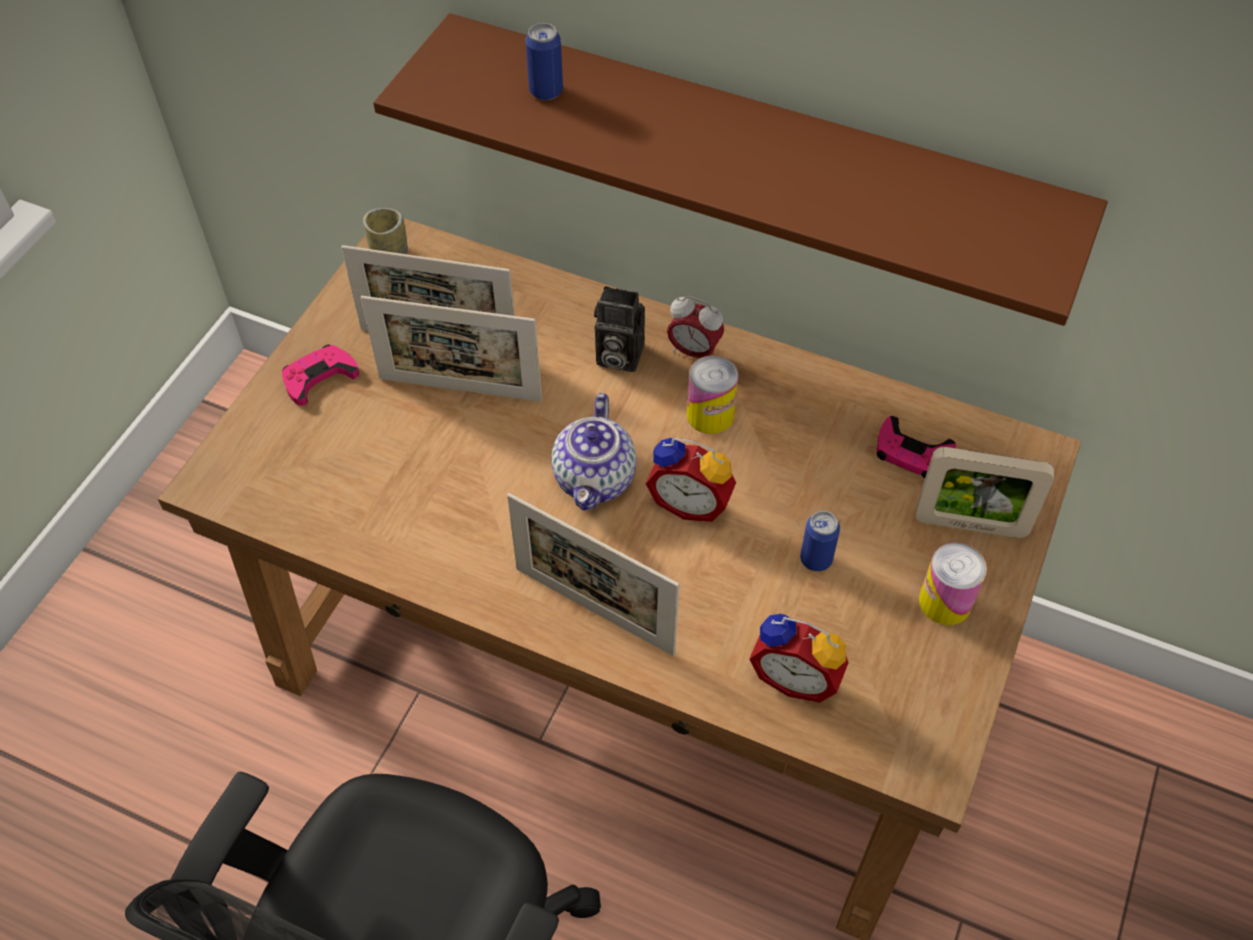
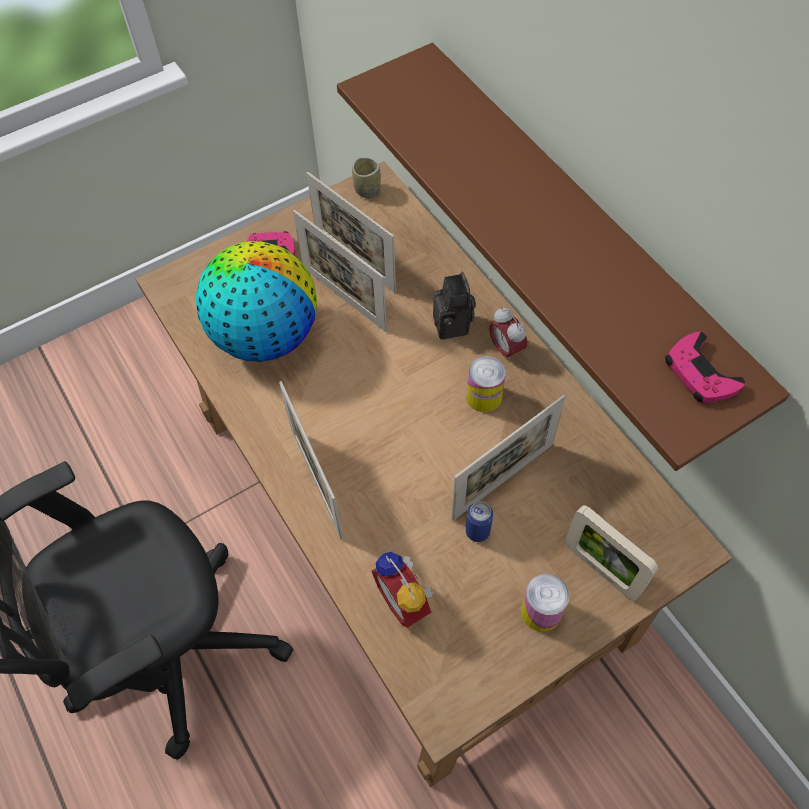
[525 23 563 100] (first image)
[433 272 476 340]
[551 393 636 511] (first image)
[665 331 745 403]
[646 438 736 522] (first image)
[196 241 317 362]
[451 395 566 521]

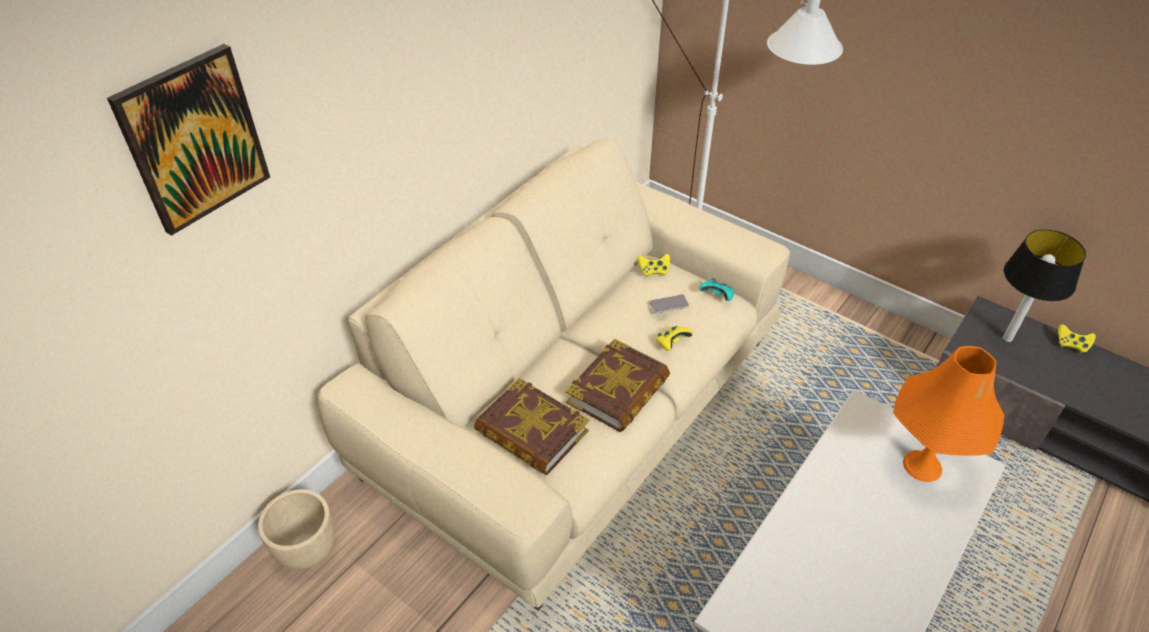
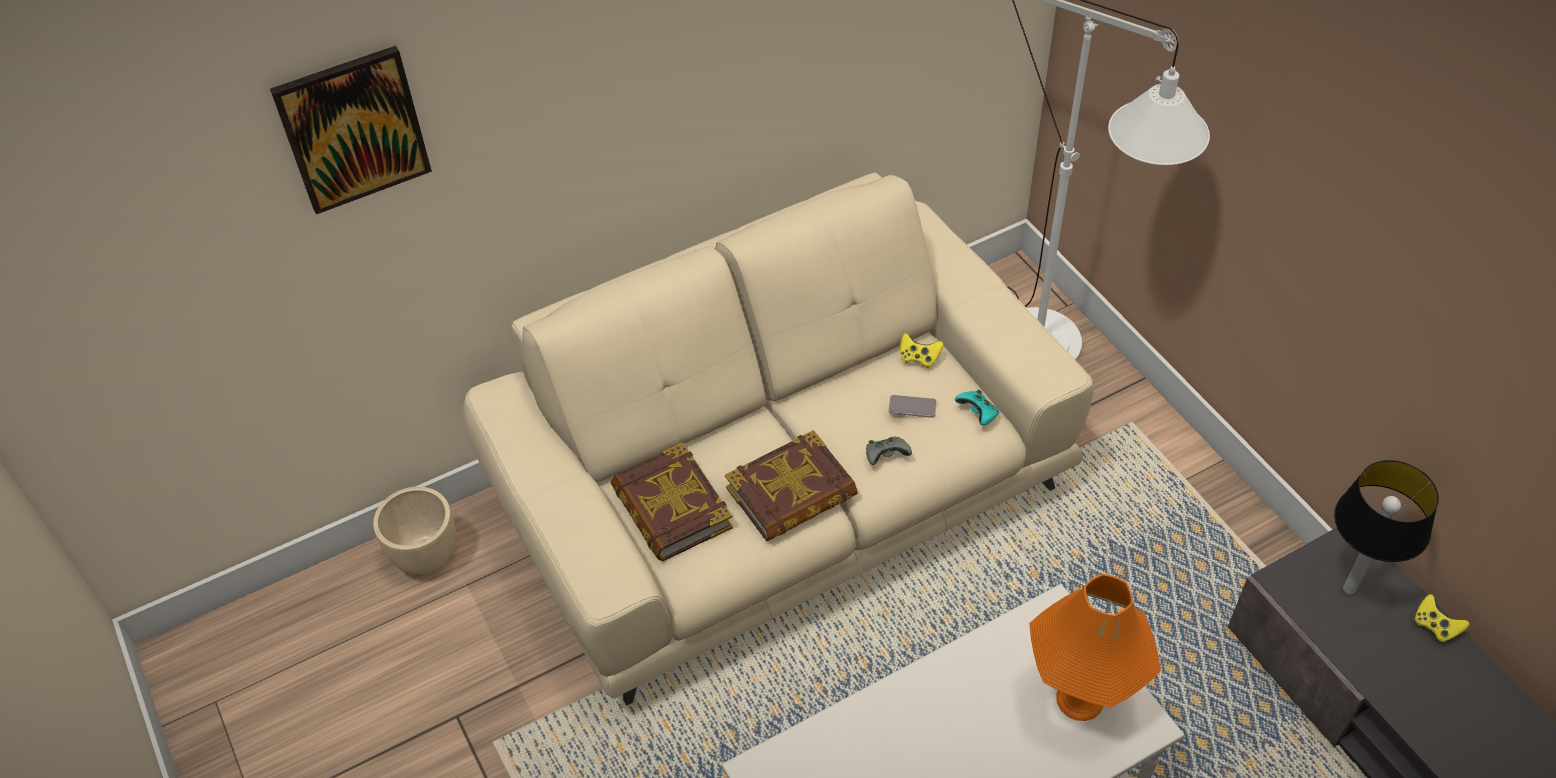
[866 436 912 465]

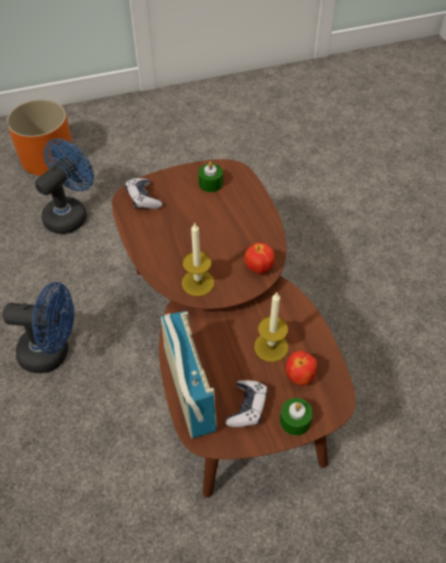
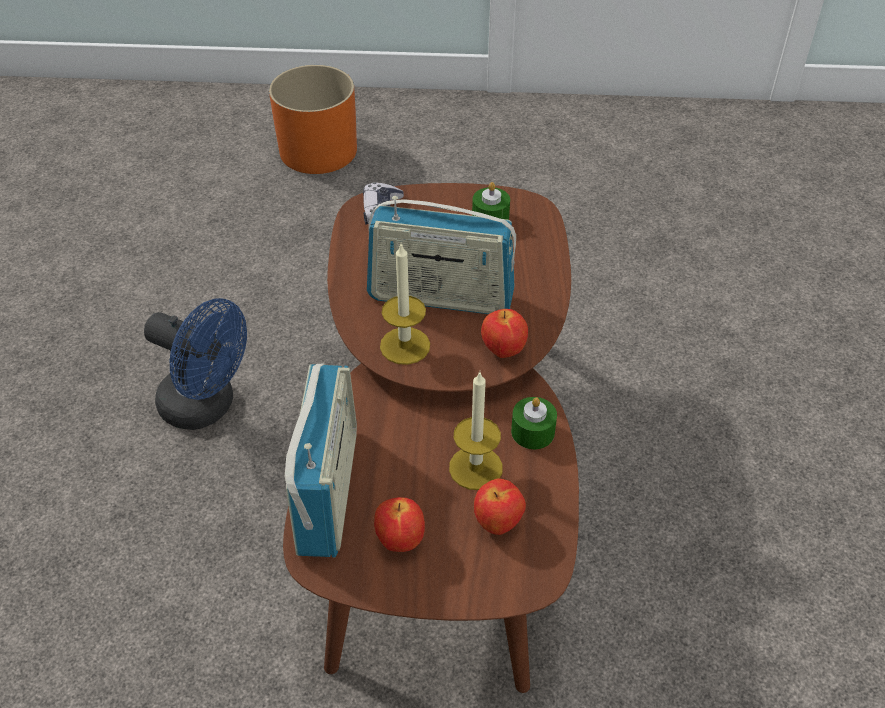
[35 139 94 234] (first image)
[374 497 425 552]
[511 397 557 449]
[367 196 516 314]

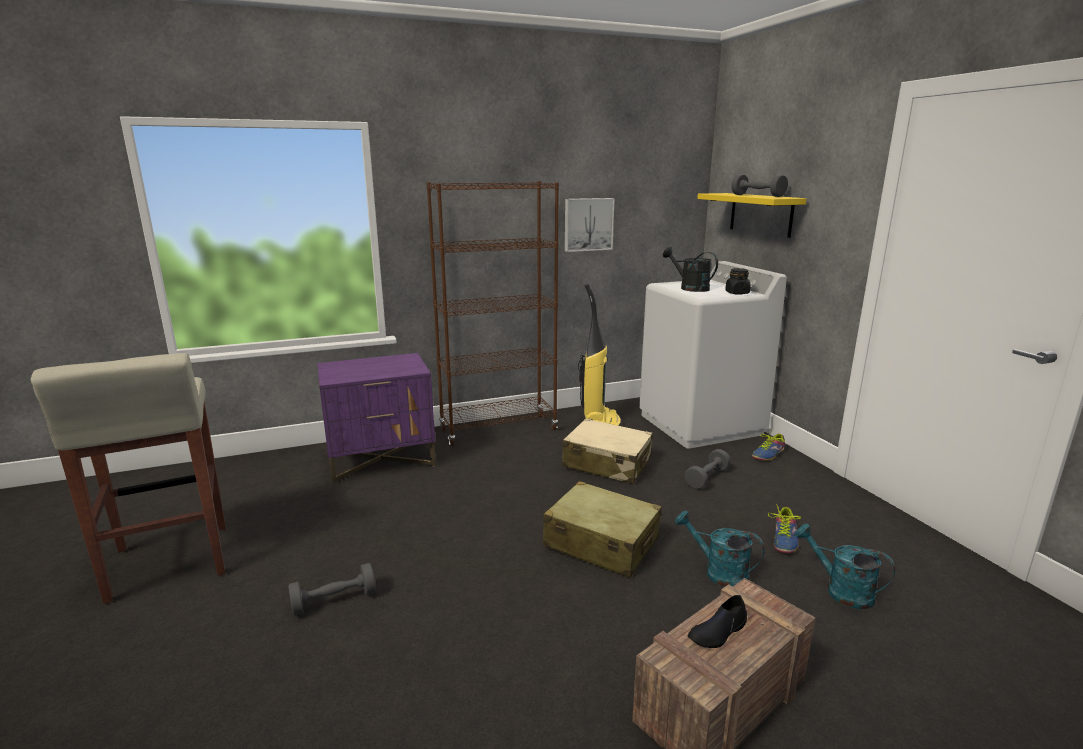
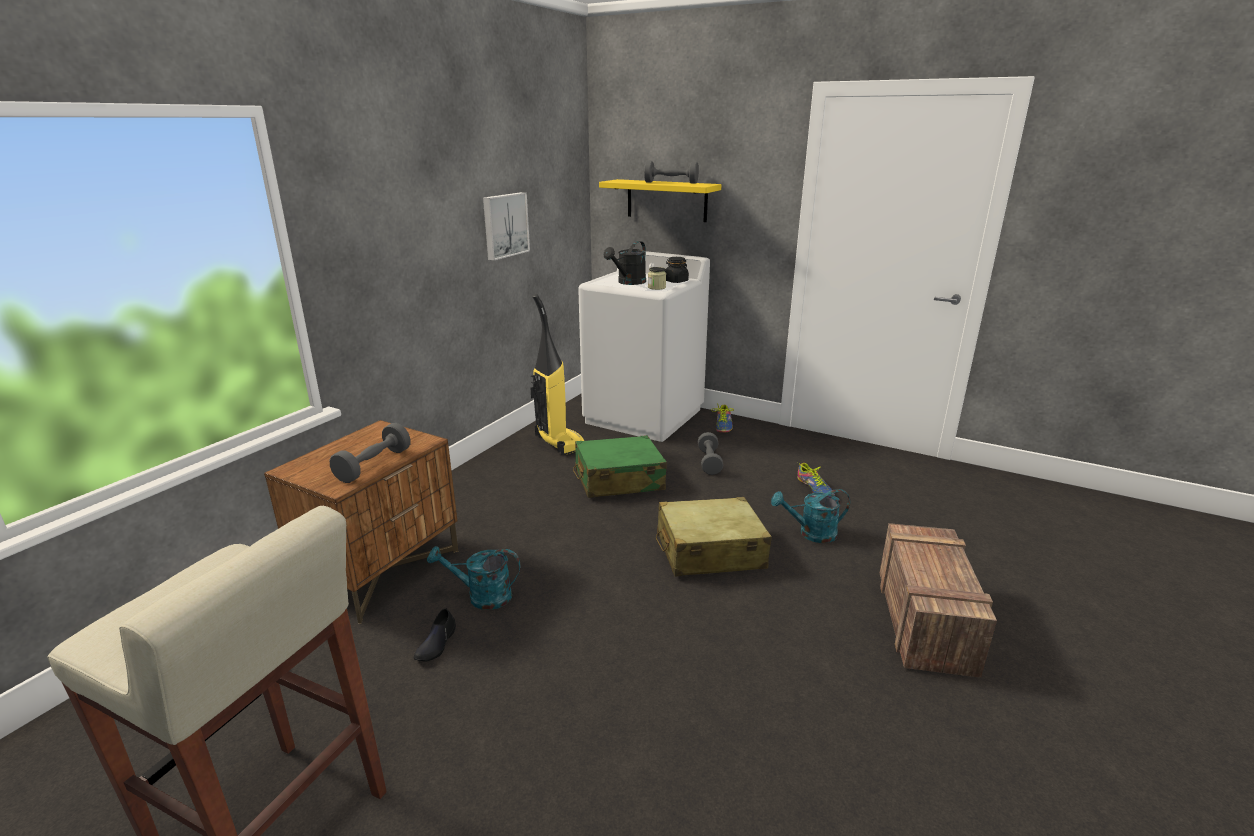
[426 181 559 446] (first image)
[604 241 646 285]
[264 420 458 624]
[573 435 667 498]
[427 546 521 610]
[330 423 411 483]
[414 608 456 661]
[648 267 666 290]

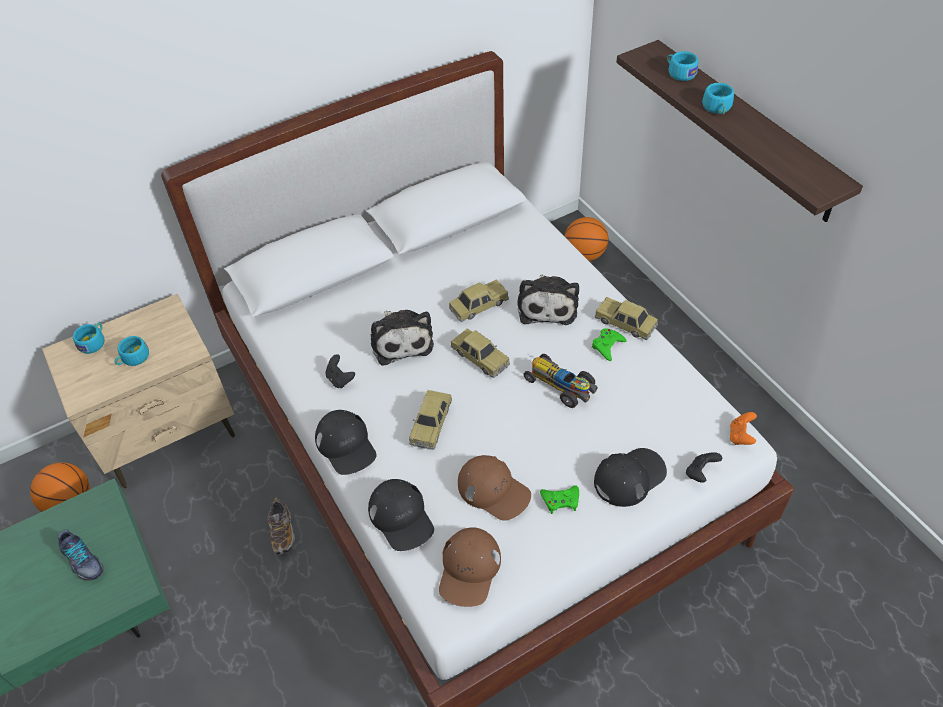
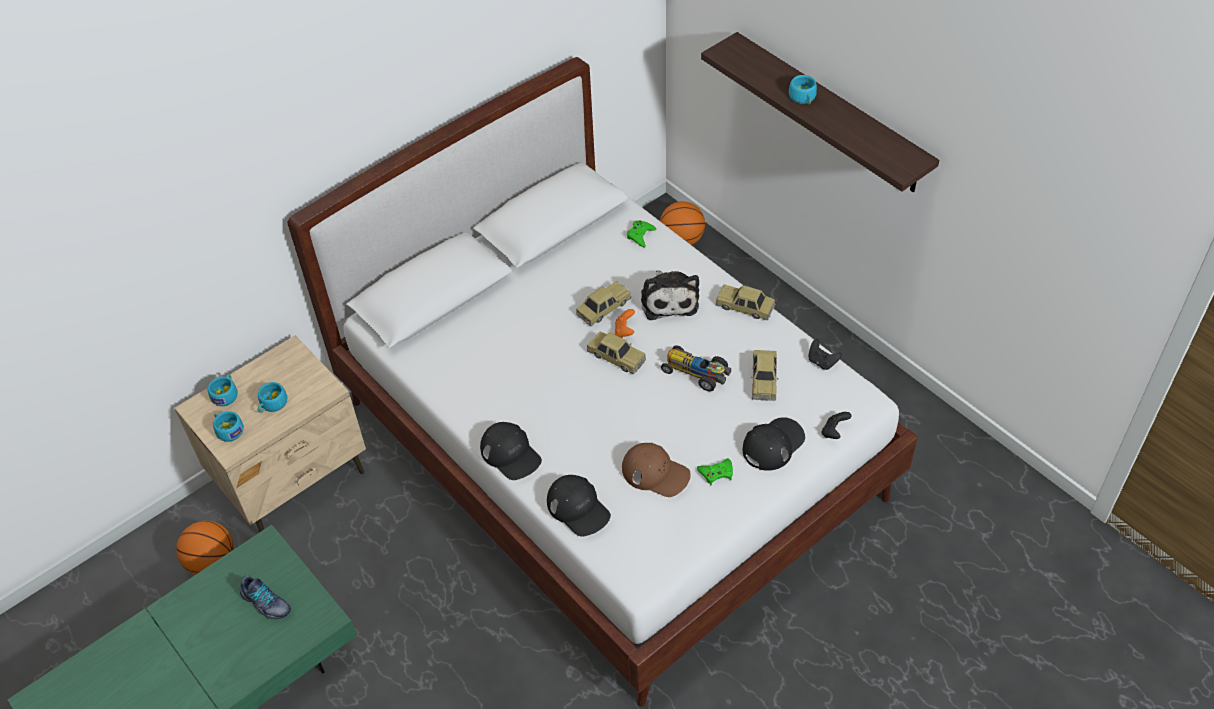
[213 411 244 442]
[371 310 434 366] (first image)
[627 221 656 248]
[808 339 842 370]
[751 350 779 401]
[615 309 635 338]
[267 498 295 554] (first image)
[439 527 501 607] (first image)

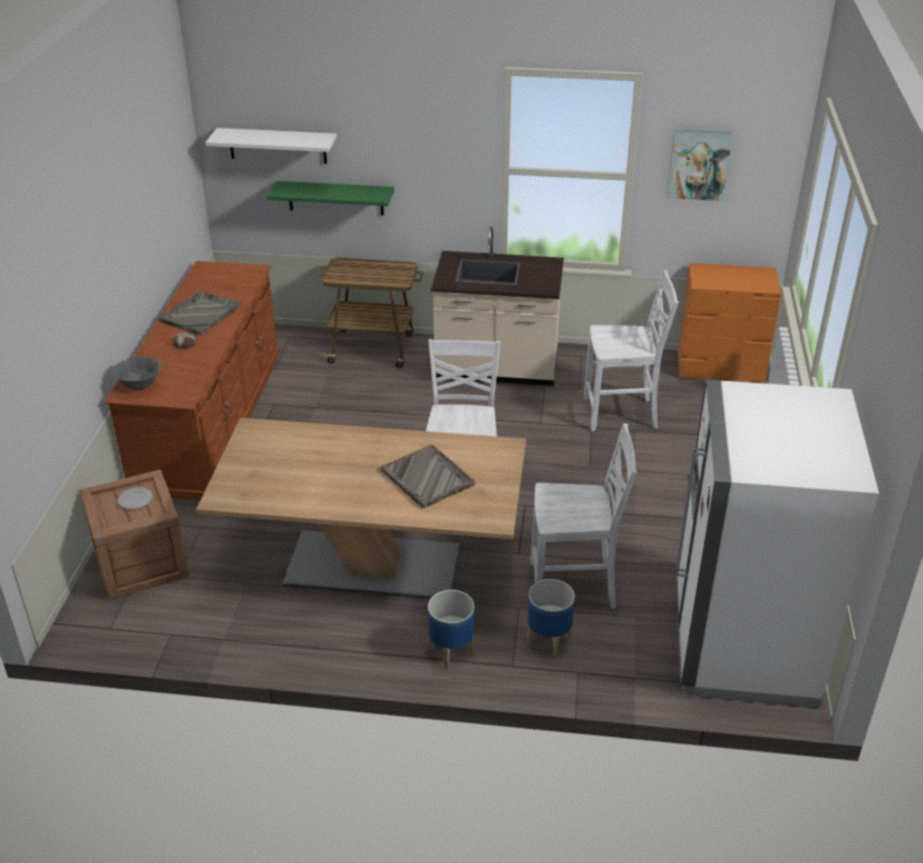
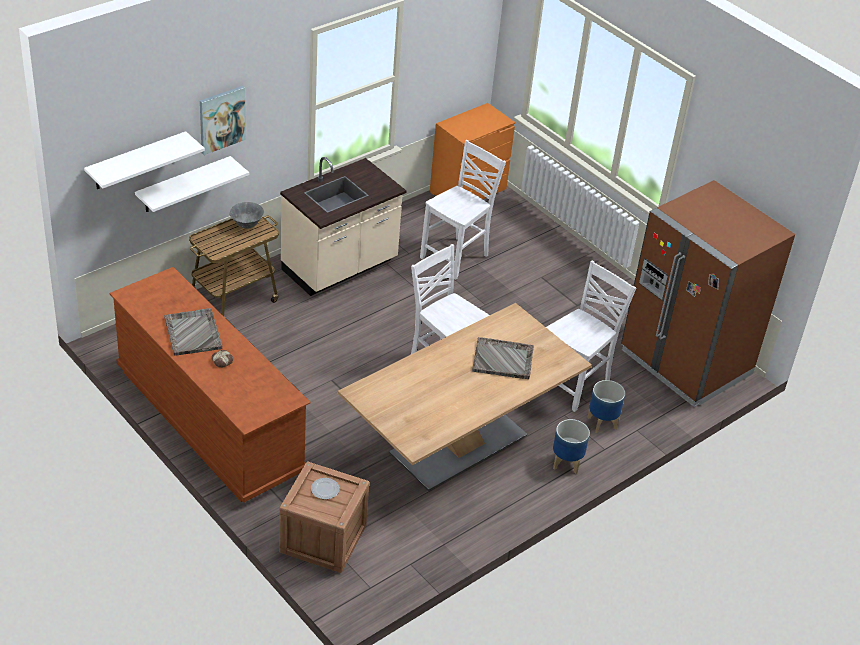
[200 86 246 155]
[135 156 249 212]
[229 202 264 229]
[621 180 795 407]

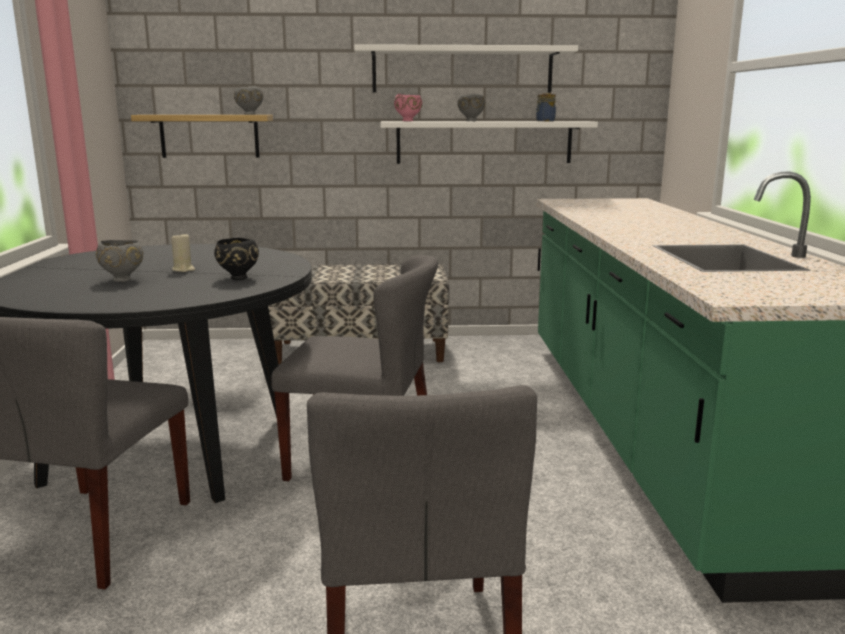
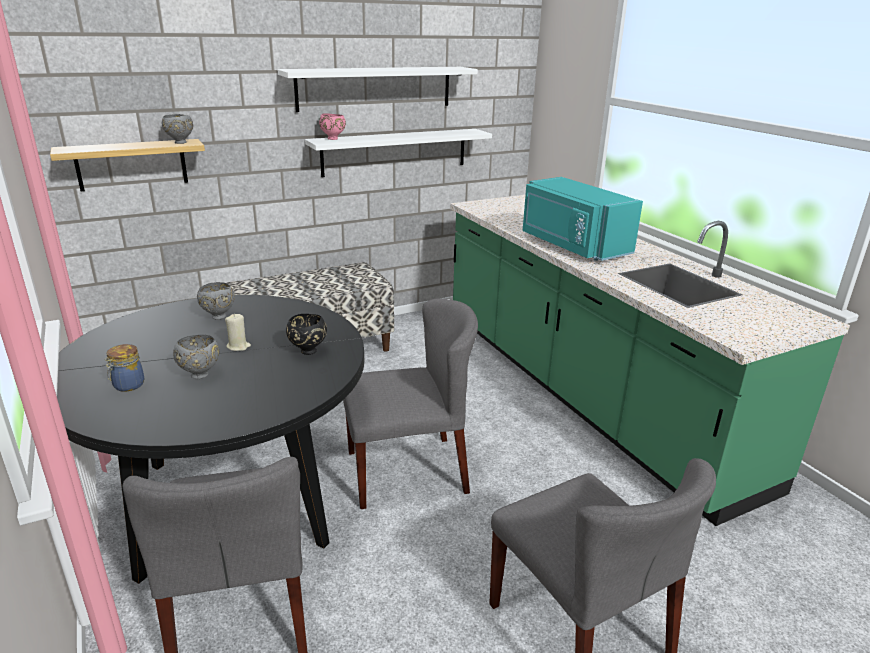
[104 344 144 392]
[197 282 234 320]
[523 177 643 261]

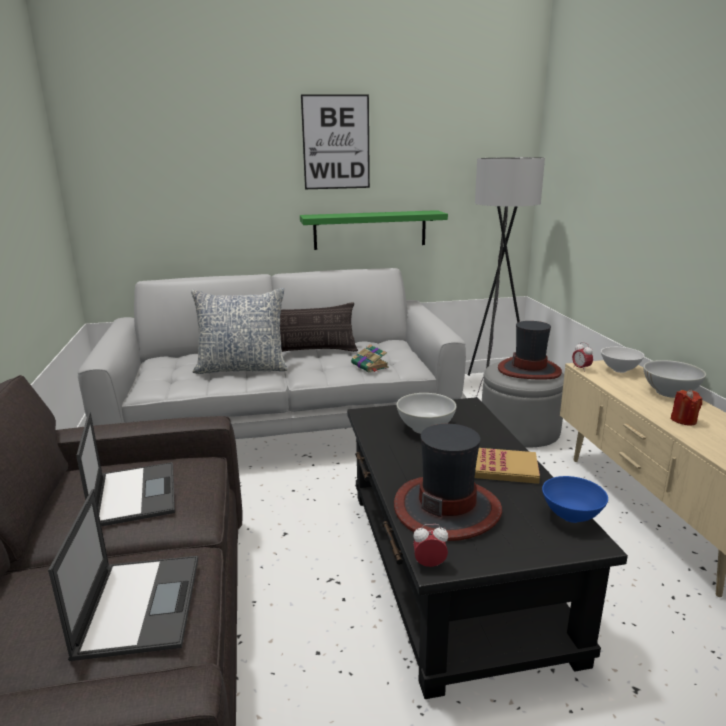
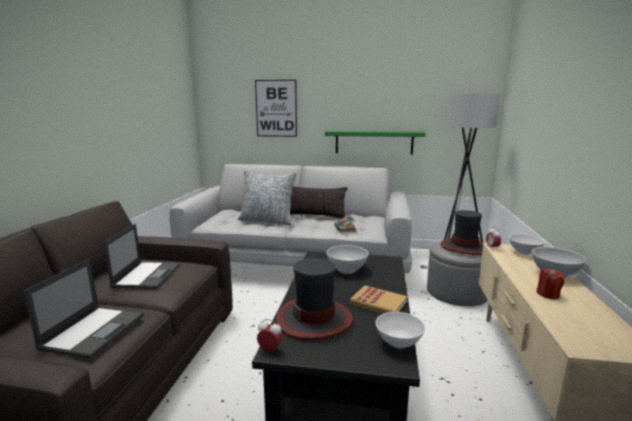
[255 80 297 137]
[376 312 425 348]

